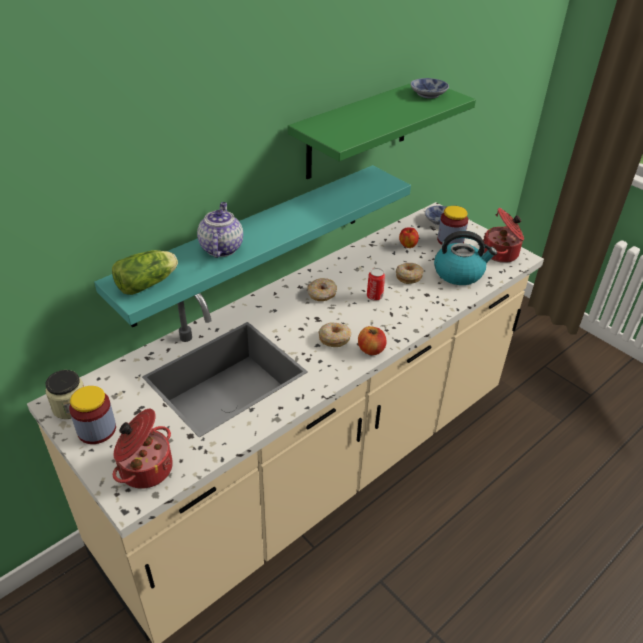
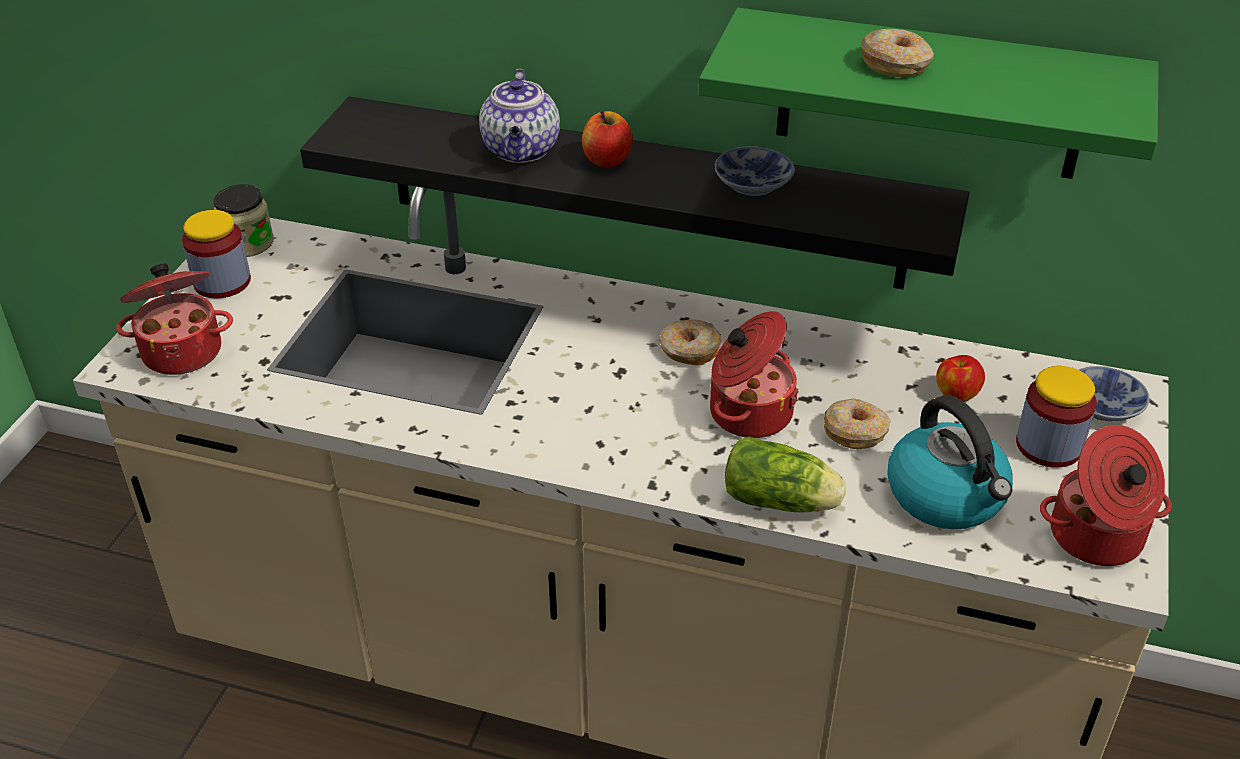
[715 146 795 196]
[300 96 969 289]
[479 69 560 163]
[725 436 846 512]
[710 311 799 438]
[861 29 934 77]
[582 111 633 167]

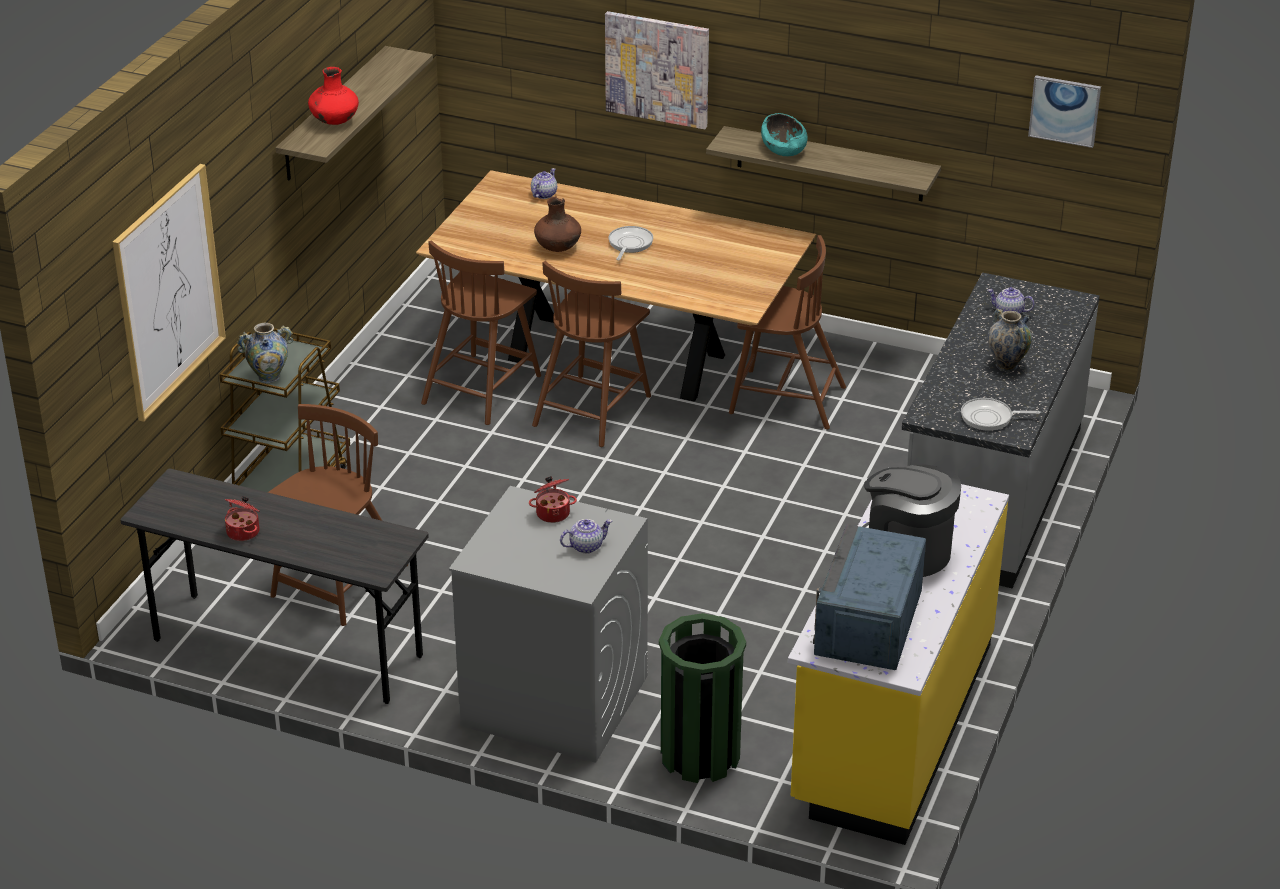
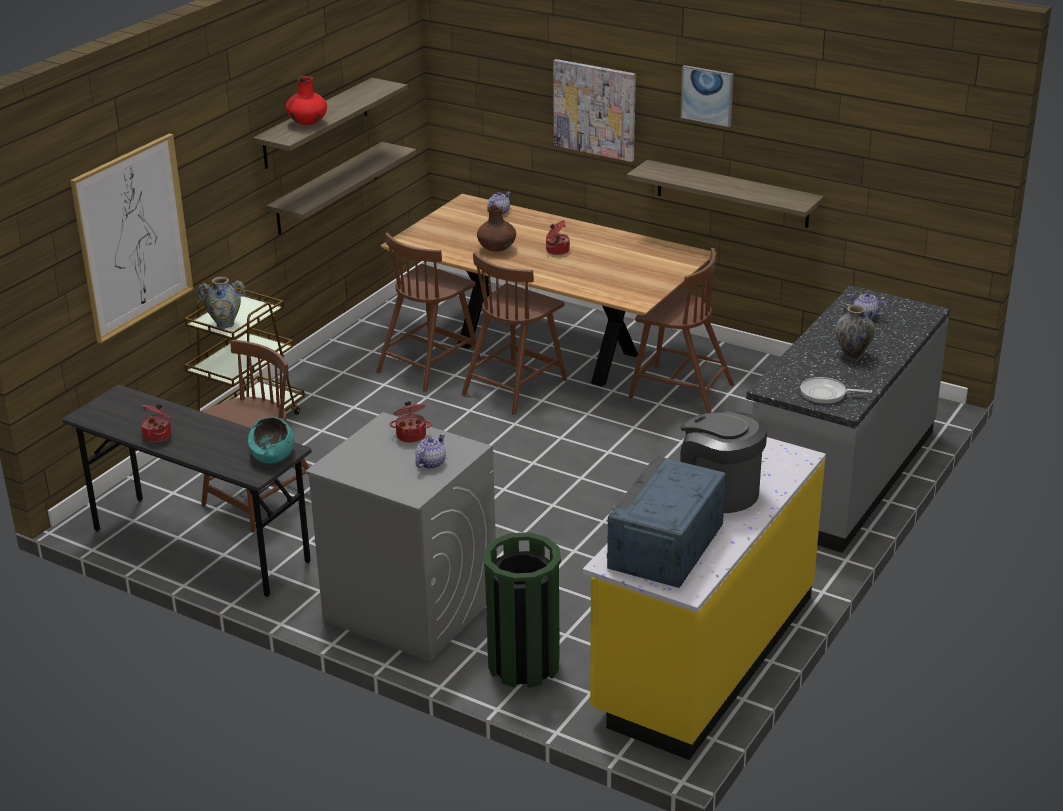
[681 65 734 127]
[248 416 294 464]
[546 220 570 255]
[415 433 446 469]
[266 142 417 235]

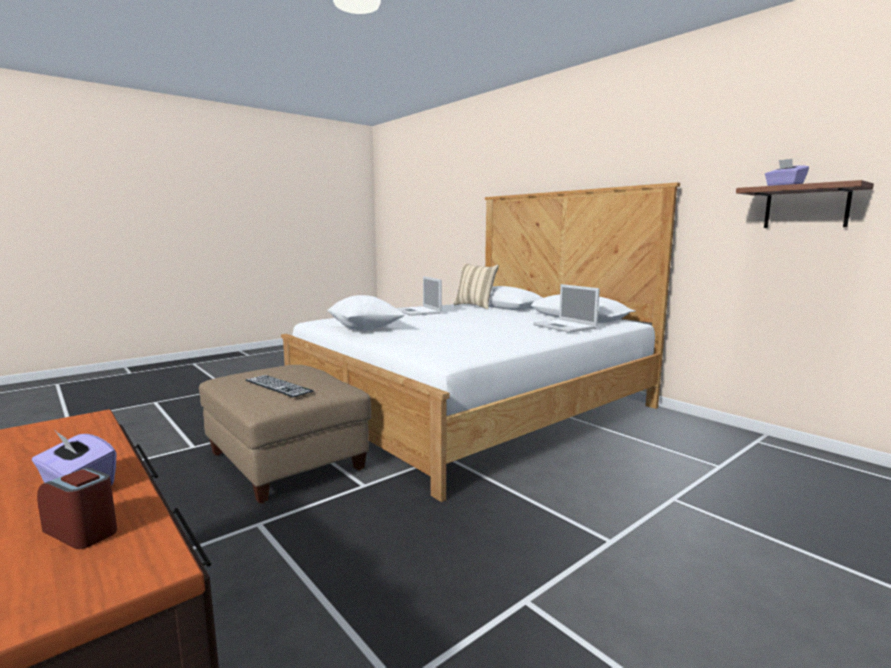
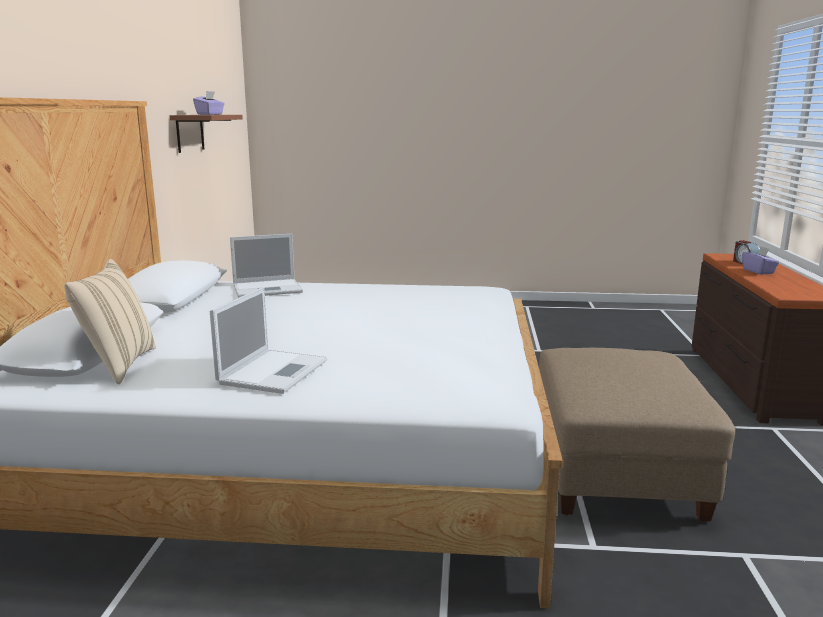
[230 234 303 298]
[327 295 405 330] (first image)
[245 375 314 397] (first image)

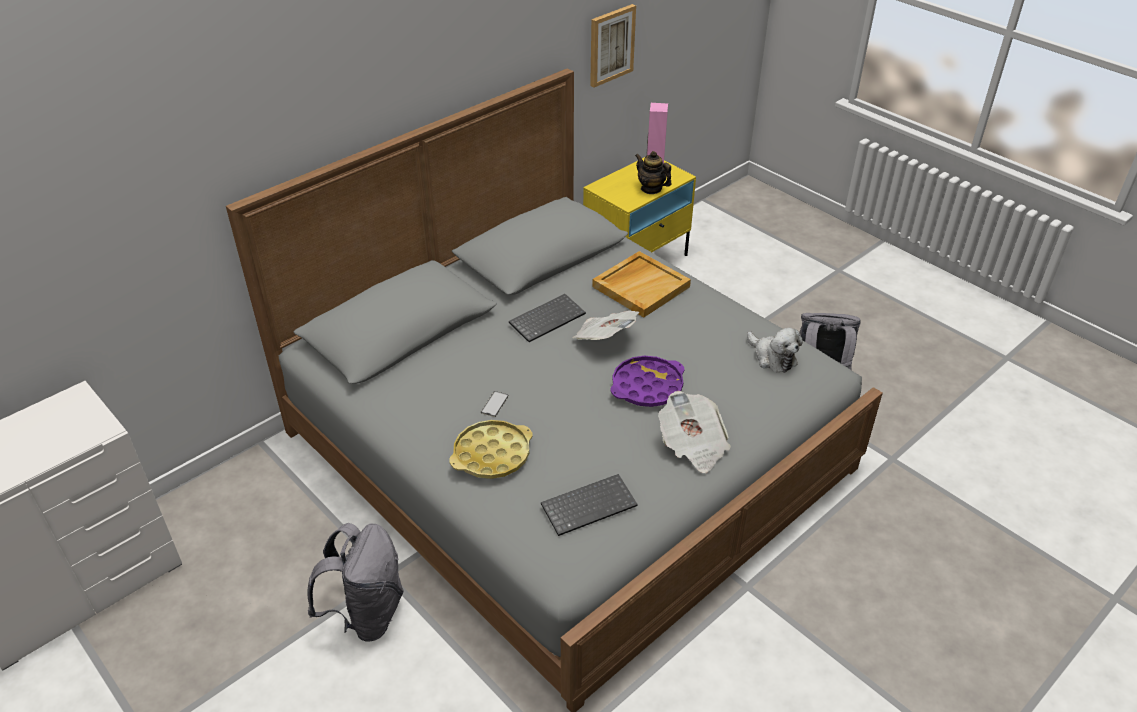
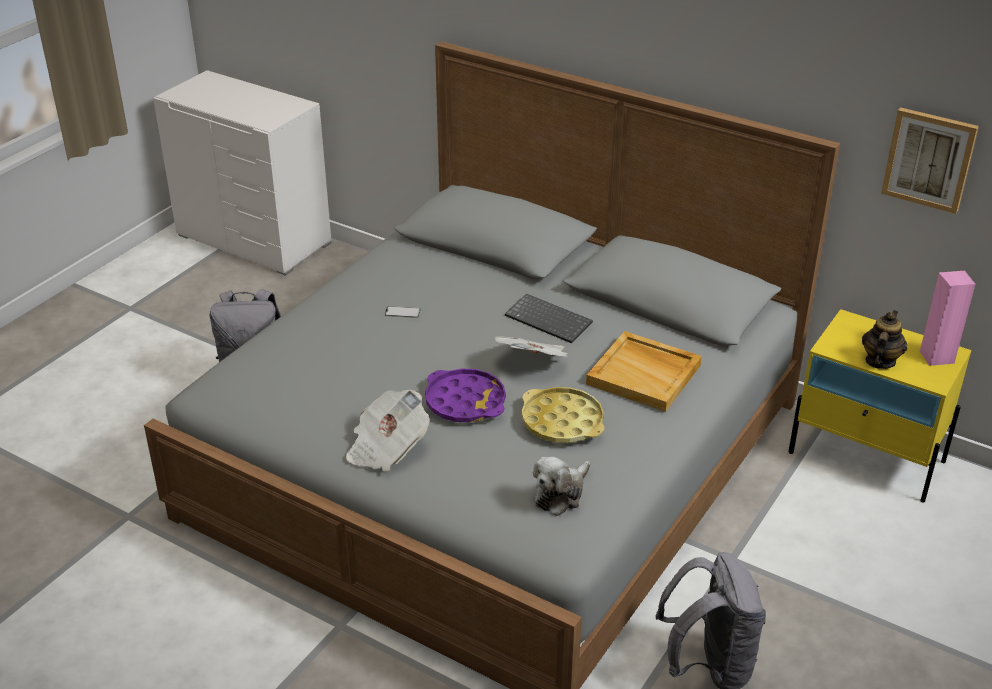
[522 387 605 443]
[541 474 638 536] (first image)

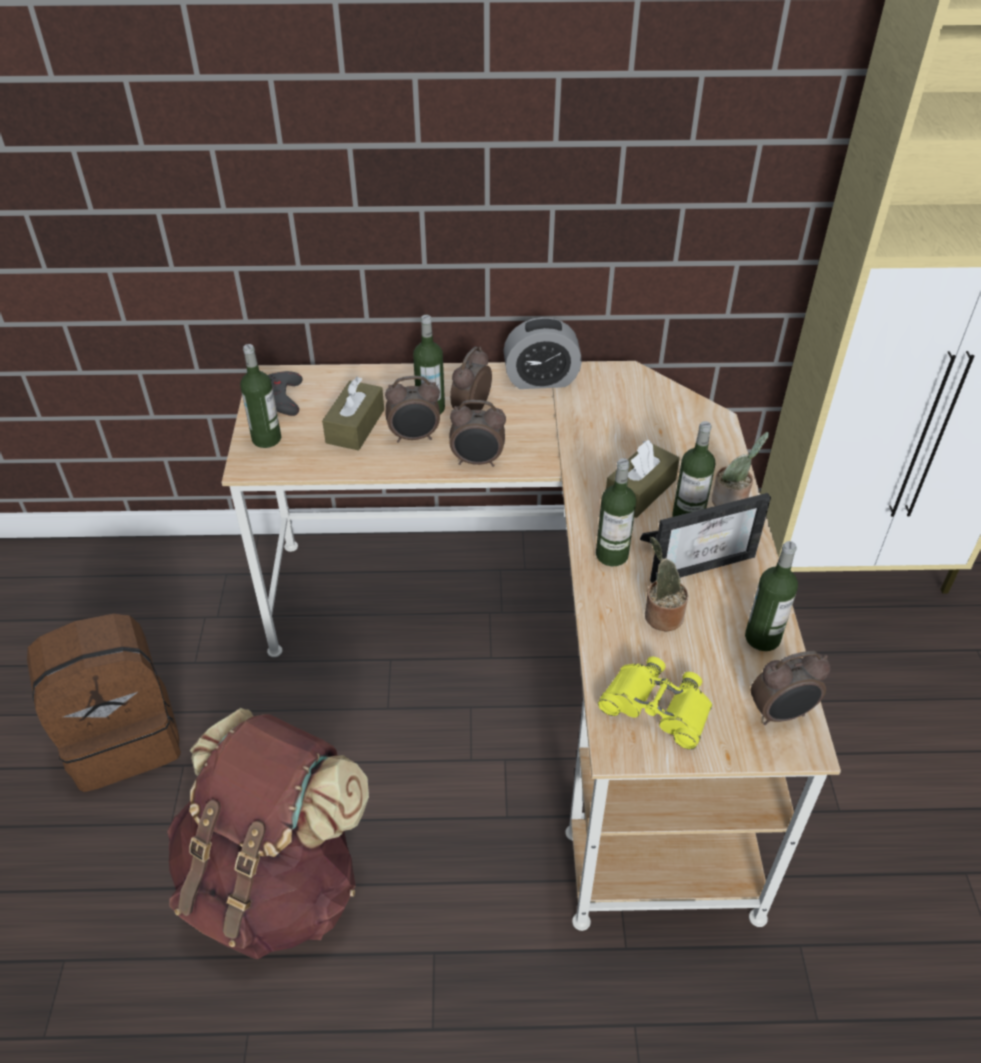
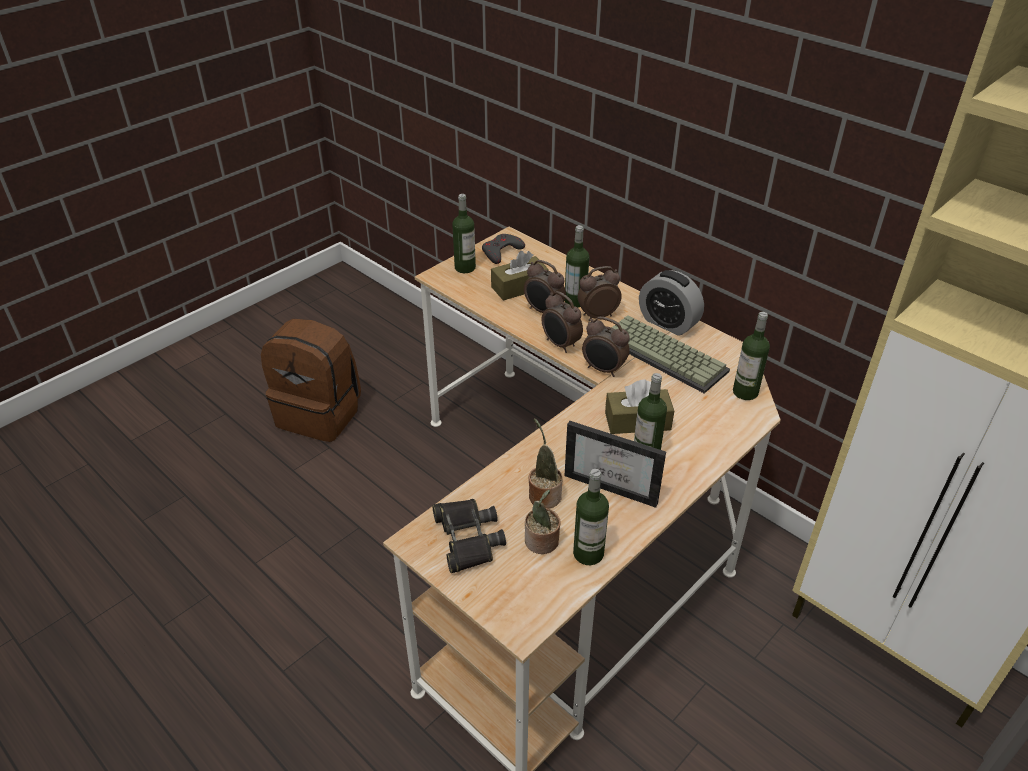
[525 490 561 554]
[733 312 770 400]
[582 317 630 377]
[432 499 506 573]
[167 708 369 959] (first image)
[611 315 730 393]

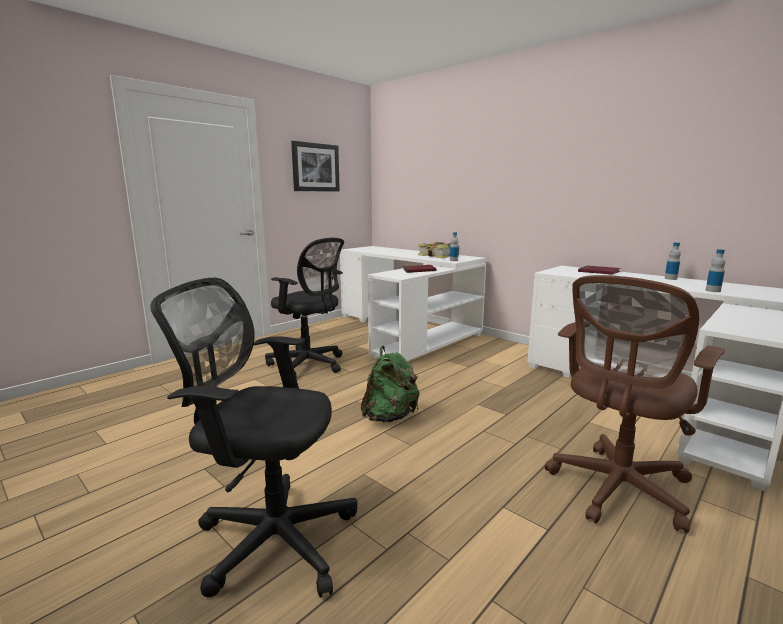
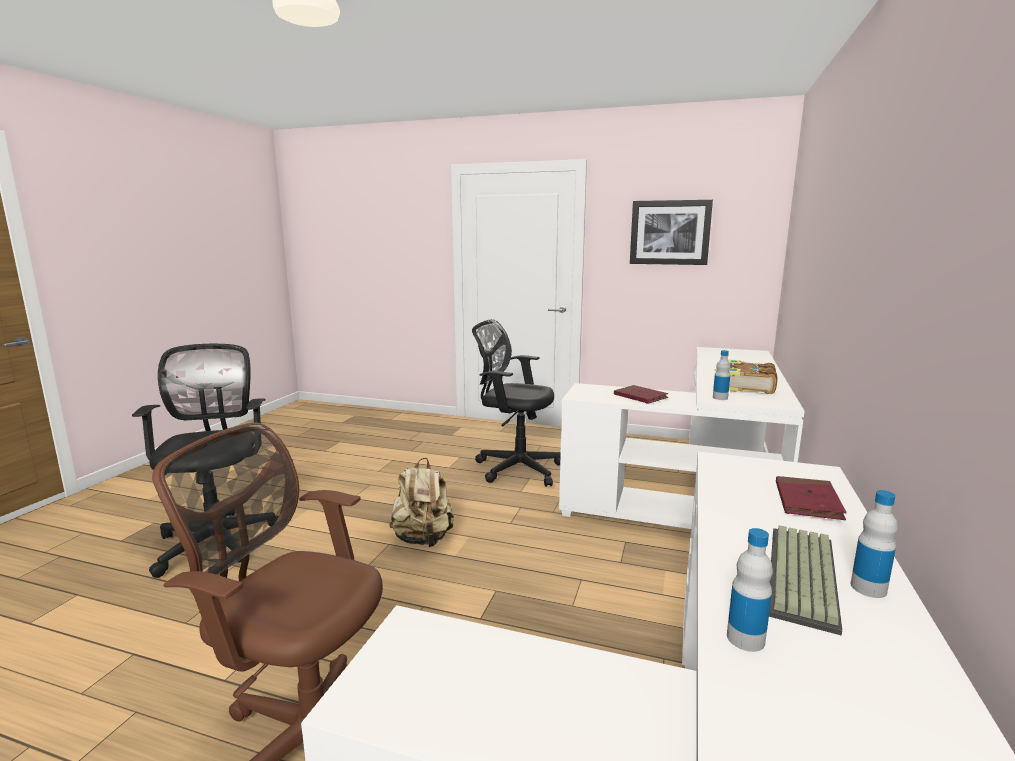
[472 319 561 487]
[389 458 454 547]
[769 525 842 635]

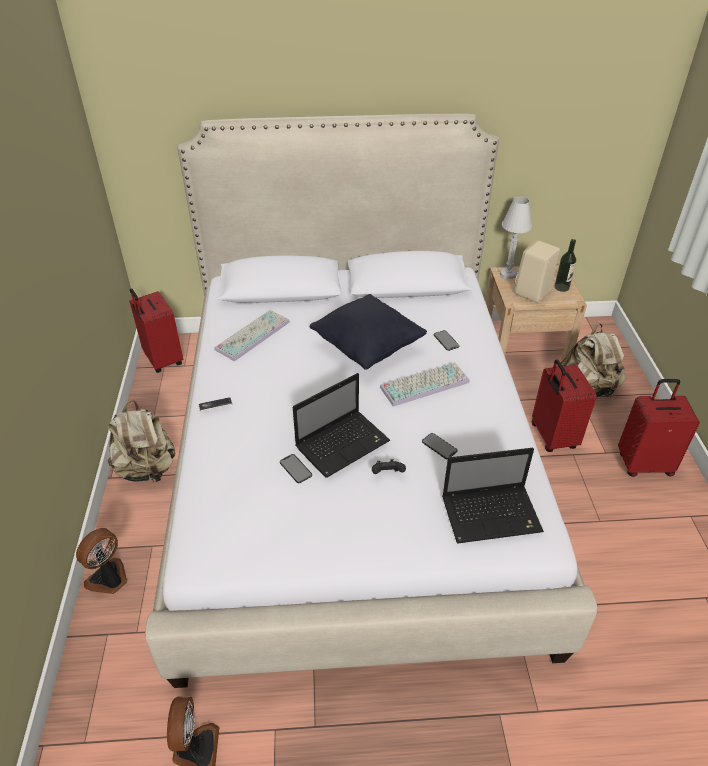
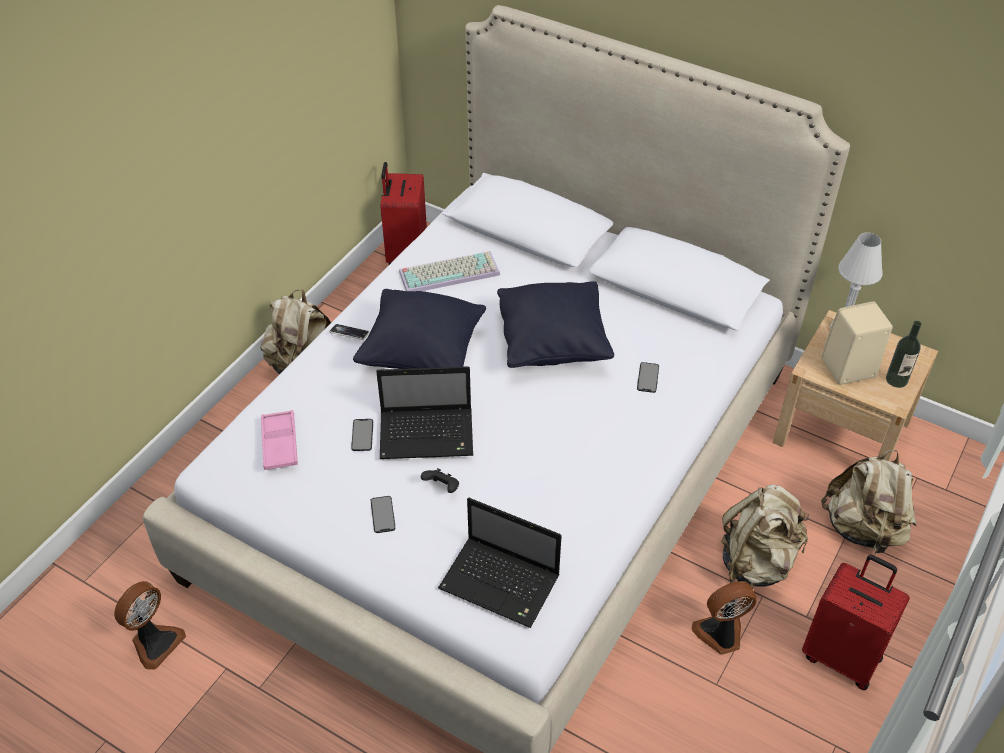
[721 485 809 589]
[380 362 470 407] (first image)
[371 496 395 533]
[691 581 757 655]
[353 289 486 369]
[261 410 298 470]

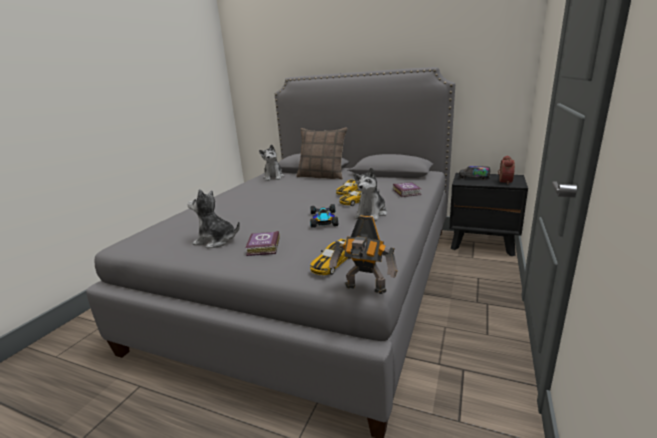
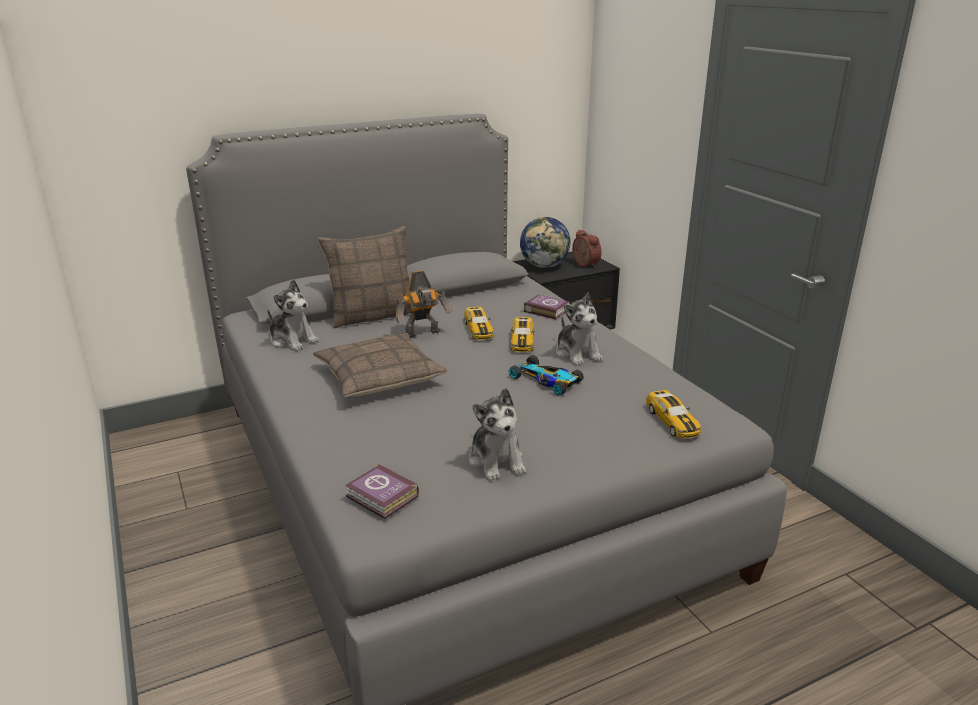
[520 217 570 268]
[469 388 526 481]
[395 270 452 338]
[345 464 419 519]
[313 333 447 397]

